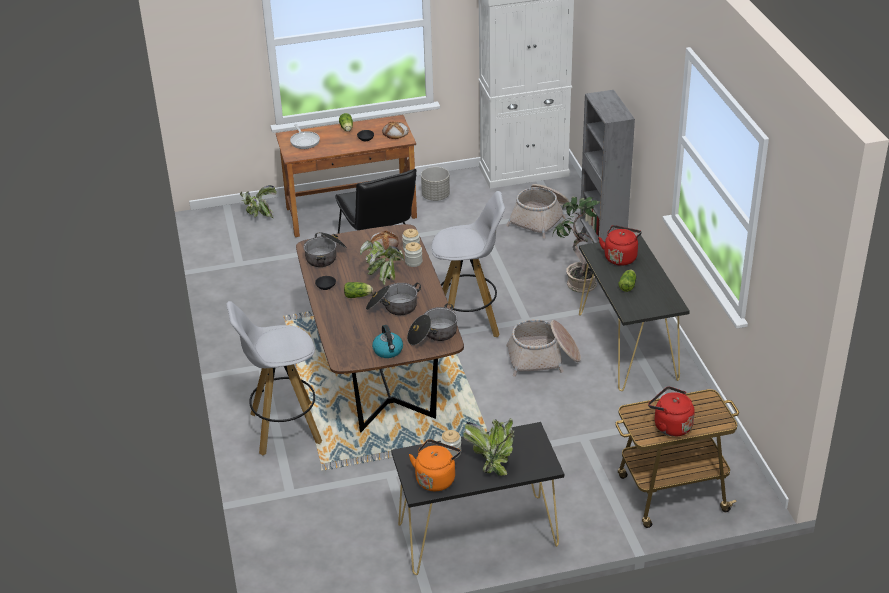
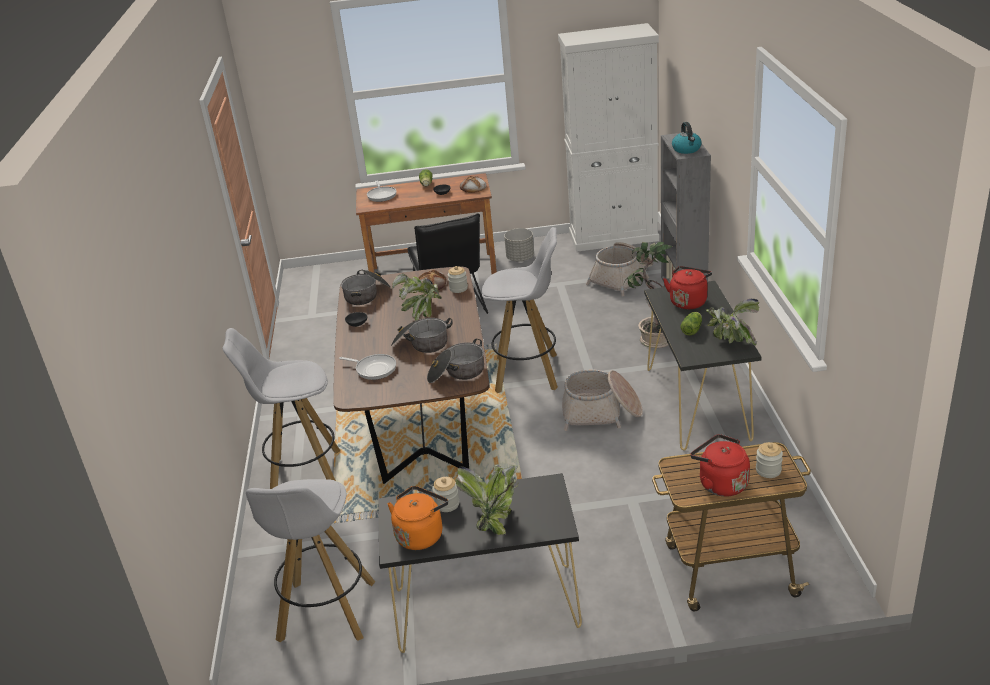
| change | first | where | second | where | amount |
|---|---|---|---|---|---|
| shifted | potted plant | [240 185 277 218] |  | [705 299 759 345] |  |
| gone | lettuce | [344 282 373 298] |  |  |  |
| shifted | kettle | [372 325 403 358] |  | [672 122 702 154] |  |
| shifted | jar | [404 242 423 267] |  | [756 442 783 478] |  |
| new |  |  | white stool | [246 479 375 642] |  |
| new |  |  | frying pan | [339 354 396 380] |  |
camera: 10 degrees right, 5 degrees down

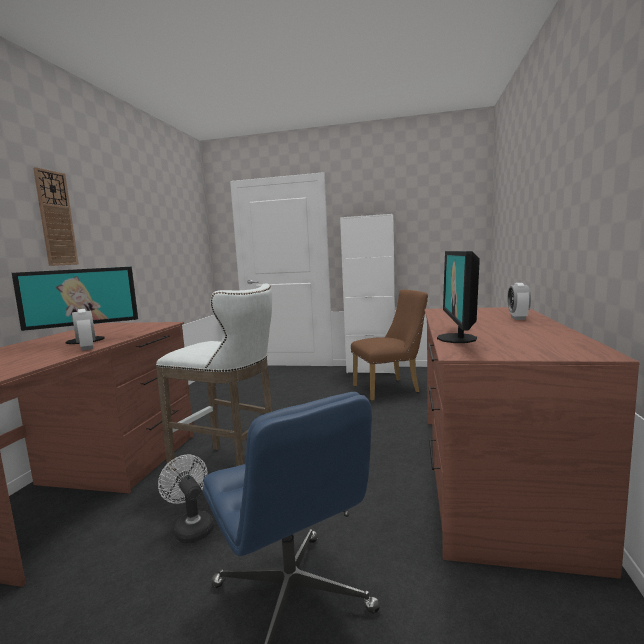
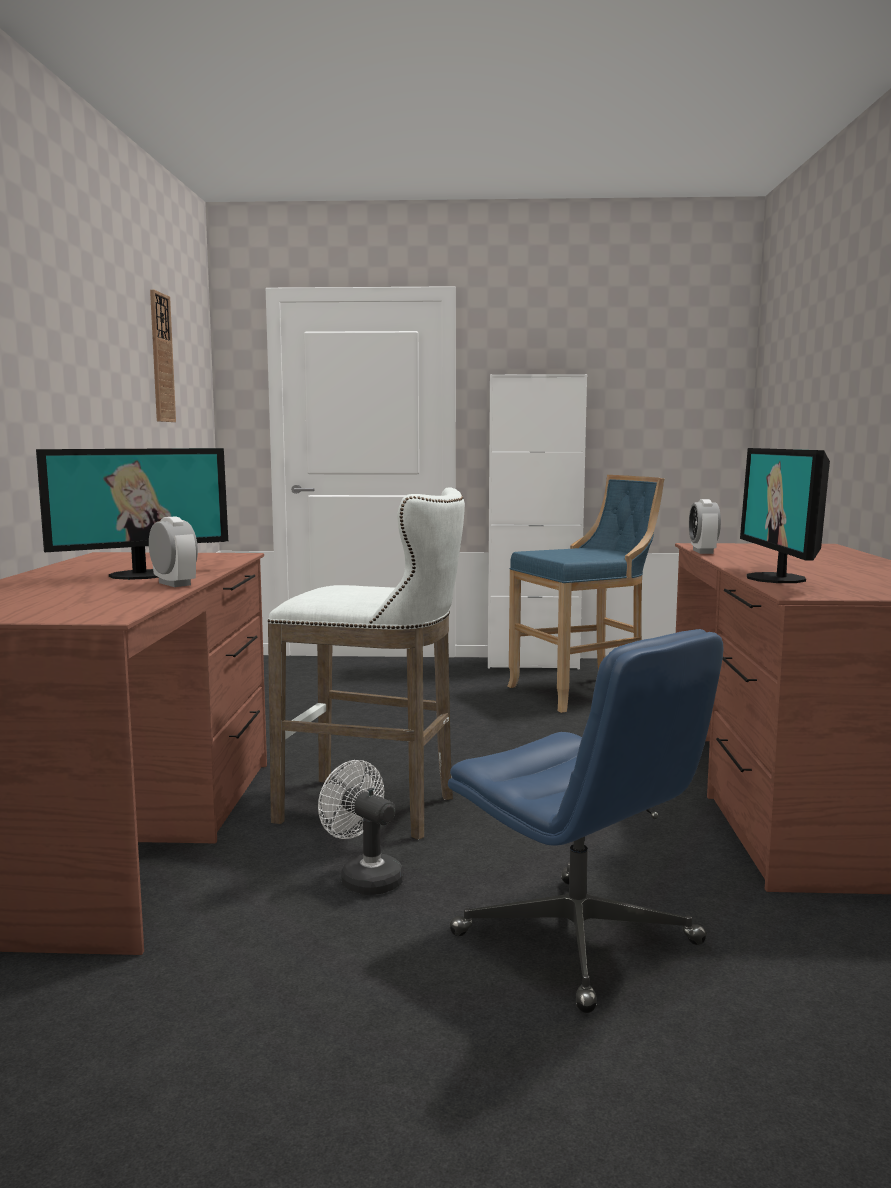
| change | first | where | second | where | amount |
|---|---|---|---|---|---|
| shifted | wall clock | [33 167 79 266] |  | [150 289 176 422] |  |
| swapped | brown chair | [351 290 428 401] | blue stool | [507 475 664 713] |  |
| shifted | alarm clock | [508 283 531 320] |  | [689 499 721 554] |  |
camera: 10 degrees left, 0 degrees up

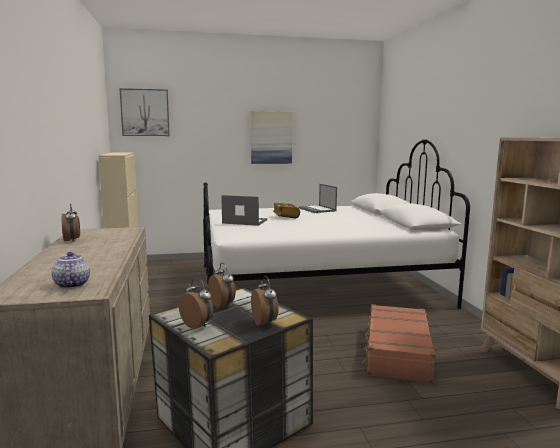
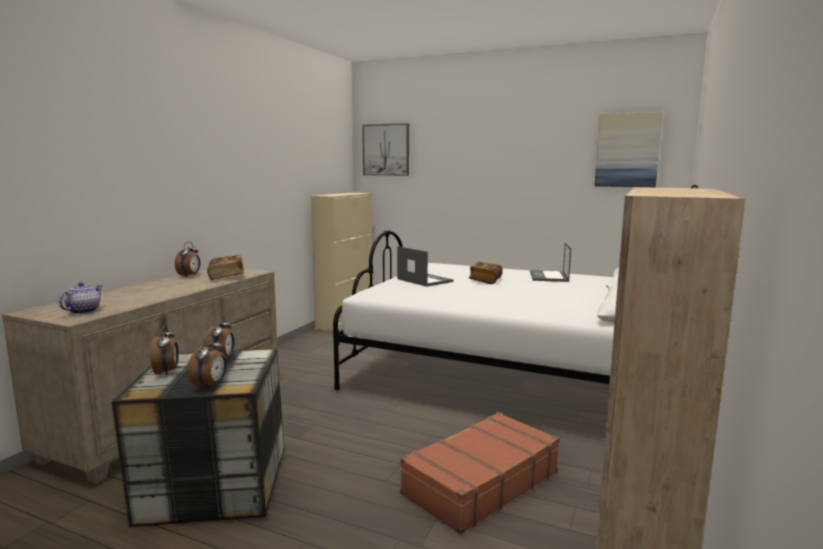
| change | first | where | second | where | amount |
|---|---|---|---|---|---|
| shifted | picture | [251 111 293 164] |  | [594 112 663 187] |  |
| new |  |  | book | [207 255 244 280] |  |
camera: 35 degrees right, 0 degrees up

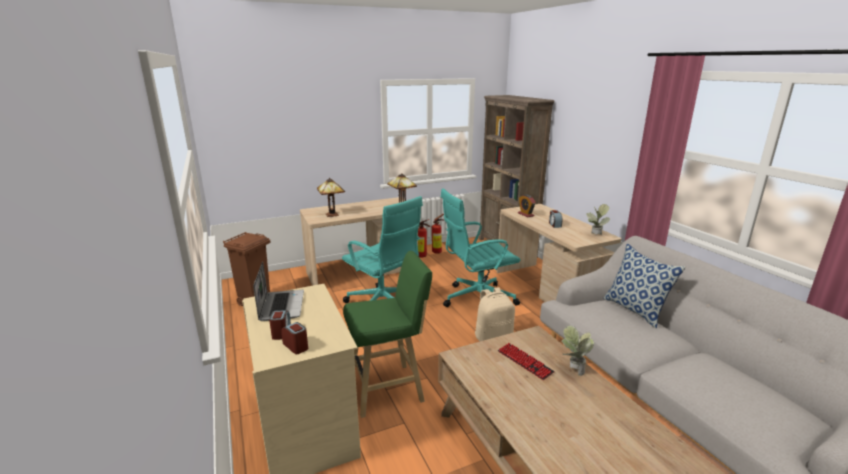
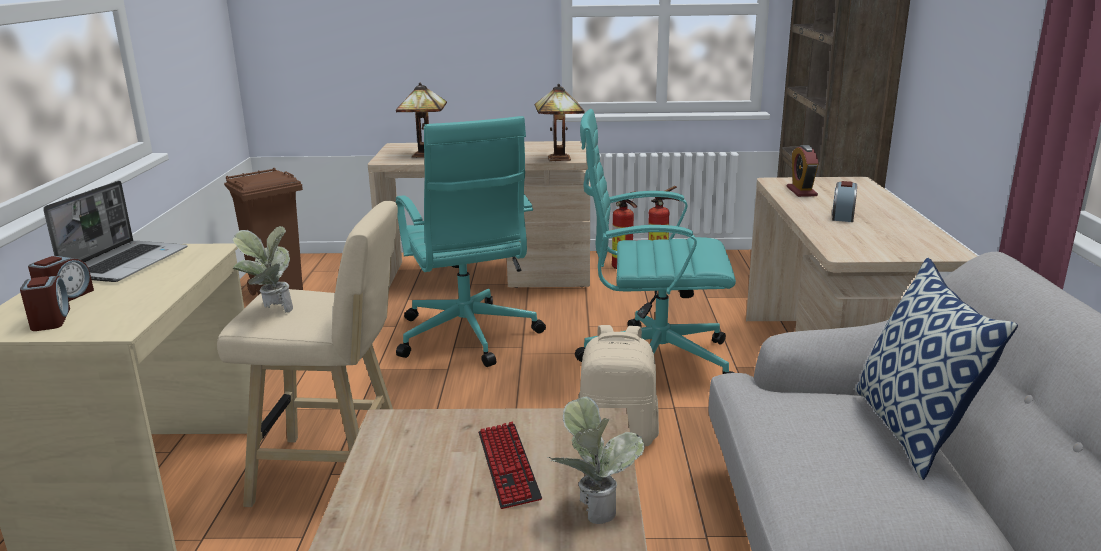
| change | first | where | second | where | amount |
|---|---|---|---|---|---|
| repainted | green stool | [343 251 432 418] | beige stool | [217 201 398 507] |  |
| shifted | potted plant | [586 204 610 235] |  | [233 226 293 313] |  |
camera: 25 degrees right, 0 degrees up

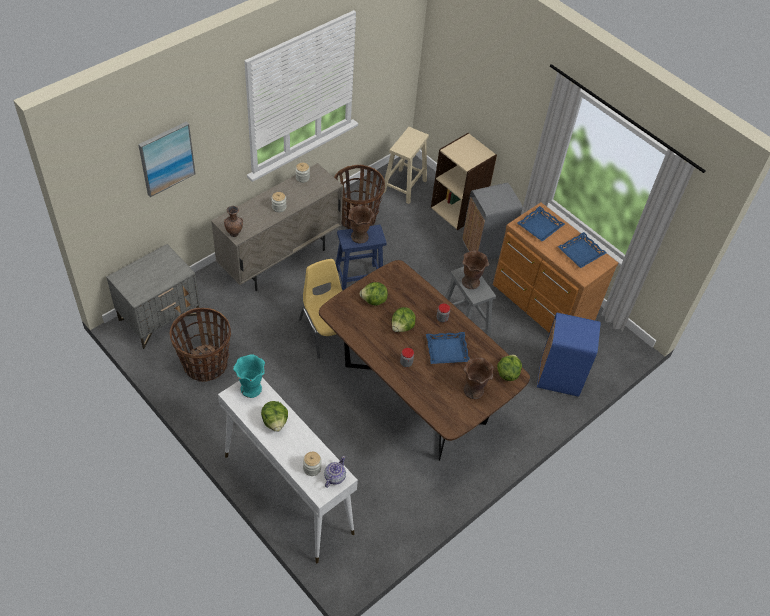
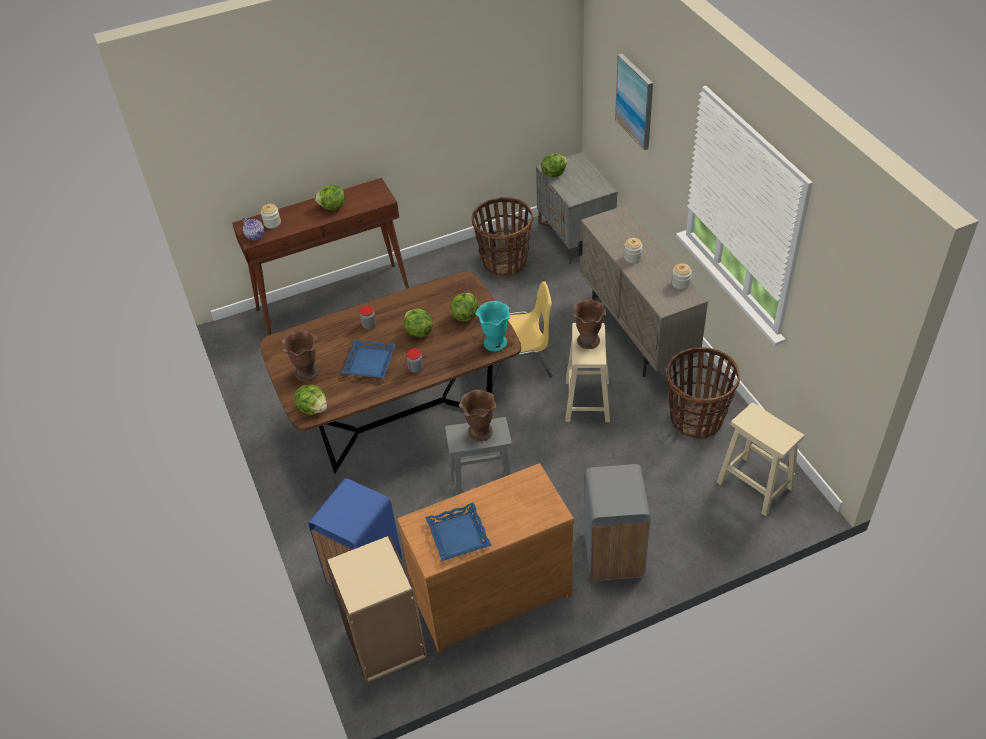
| change | first | where | second | where | amount |
|---|---|---|---|---|---|
| repainted | white console table | [218 378 358 563] | brown console table | [232 178 409 335] |  |
| gone | brown vase | [224 206 243 237] |  |  |  |
| shifted | turquoise vase | [233 354 265 398] |  | [475 301 510 352] |  |
| repainted | blue stool | [336 225 387 290] | beige stool | [565 323 610 422] |  |
| shifted | beige bookcase | [431 133 497 230] |  | [325 535 427 683] |  |
| gone | blue tray | [517 206 565 242] |  |  |  |
| new |  |  | lettuce | [541 154 567 178] |  |
camera: 115 degrees right, 5 degrees down

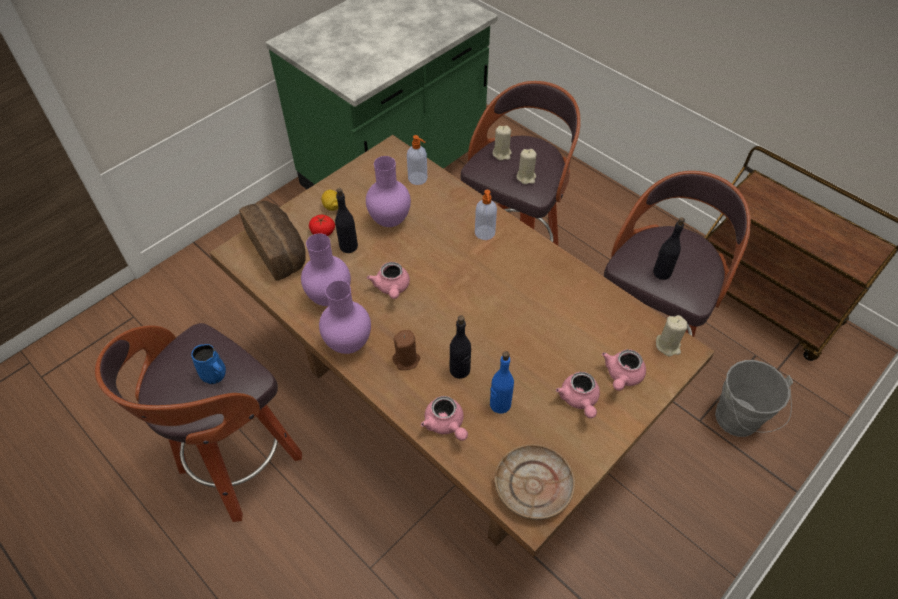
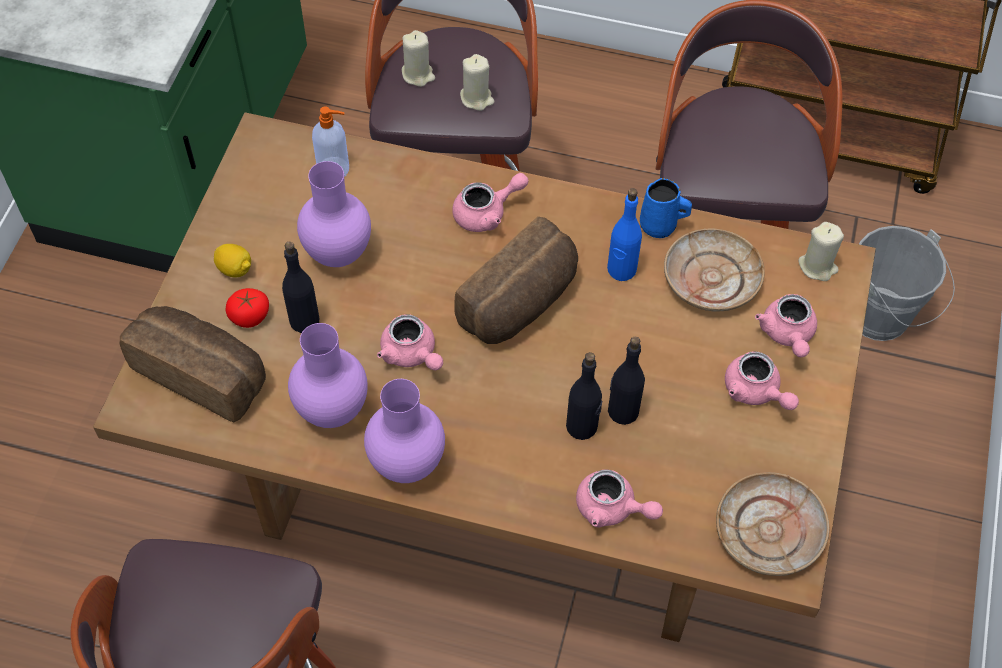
| change | first | where | second | where | amount |
|---|---|---|---|---|---|
| shifted | blue mug | [191 344 226 384] |  | [640 178 692 238] |  |
| gone | brown candle | [393 330 420 370] |  |  |  |
| swapped | soap dispenser | [475 190 497 240] | pink teapot | [452 173 528 232] |  |
| shifted | blue bottle | [490 351 514 414] |  | [607 188 642 281] |  |
| shifted | black bottle | [653 217 685 280] |  | [608 337 645 425] |  |
| new |  |  | bread | [455 216 578 344] |  |
| new |  |  | beige plate | [664 229 765 311] |  |
camera: 30 degrees left, 5 degrees up

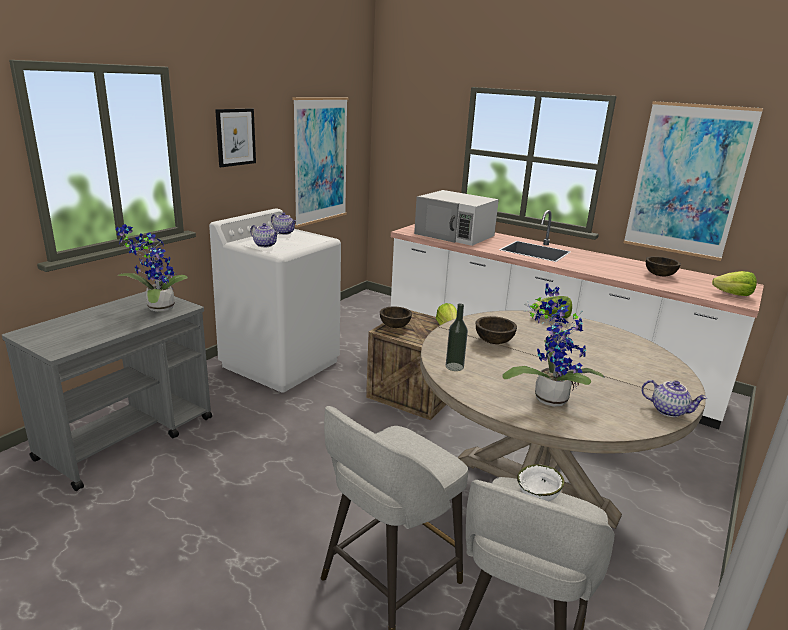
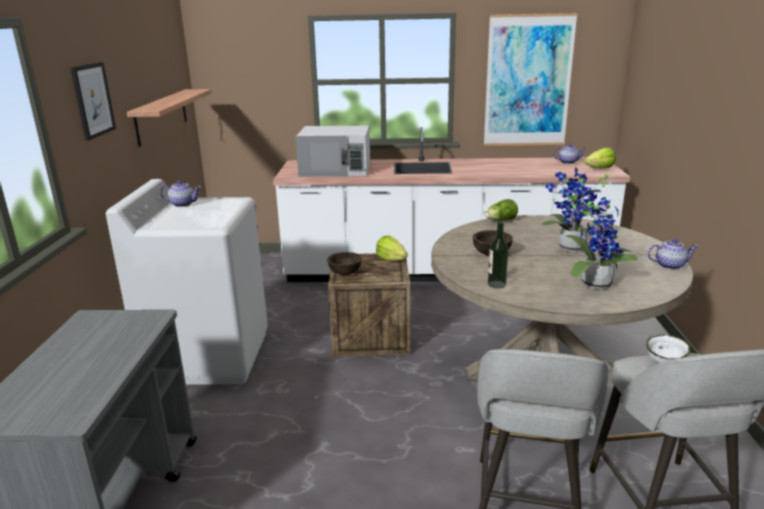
| change | first | where | second | where | amount |
|---|---|---|---|---|---|
| shifted | potted plant | [116 224 188 312] |  | [542 168 618 252] |  |
| shifted | teapot | [250 223 279 247] |  | [553 144 586 164] |  |
| swapped | picture | [292 97 348 228] | shelf | [126 89 212 147] |  |
| gone | brown bowl | [646 256 681 276] |  |  |  |
camera: 30 degrees left, 0 degrees up

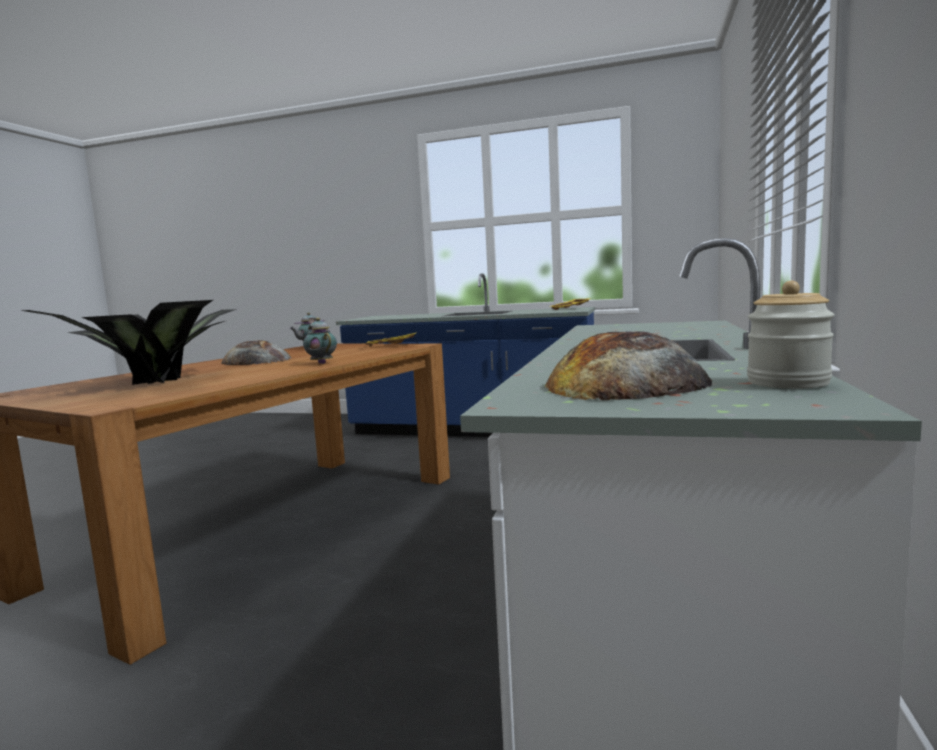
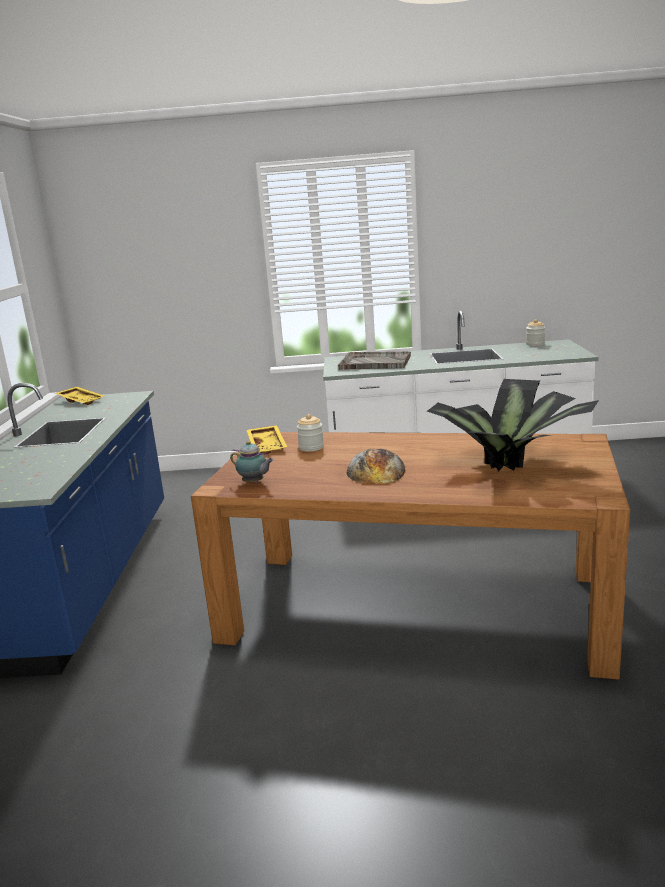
| change | first | where | second | where | amount |
|---|---|---|---|---|---|
| gone | teapot | [303 318 337 364] |  |  |  |
| gone | bread | [545 331 712 400] |  |  |  |
| new |  |  | jar | [297 414 324 451] |  |
| new |  |  | grey tray | [338 351 411 370] |  |
camera: 105 degrees left, 10 degrees up

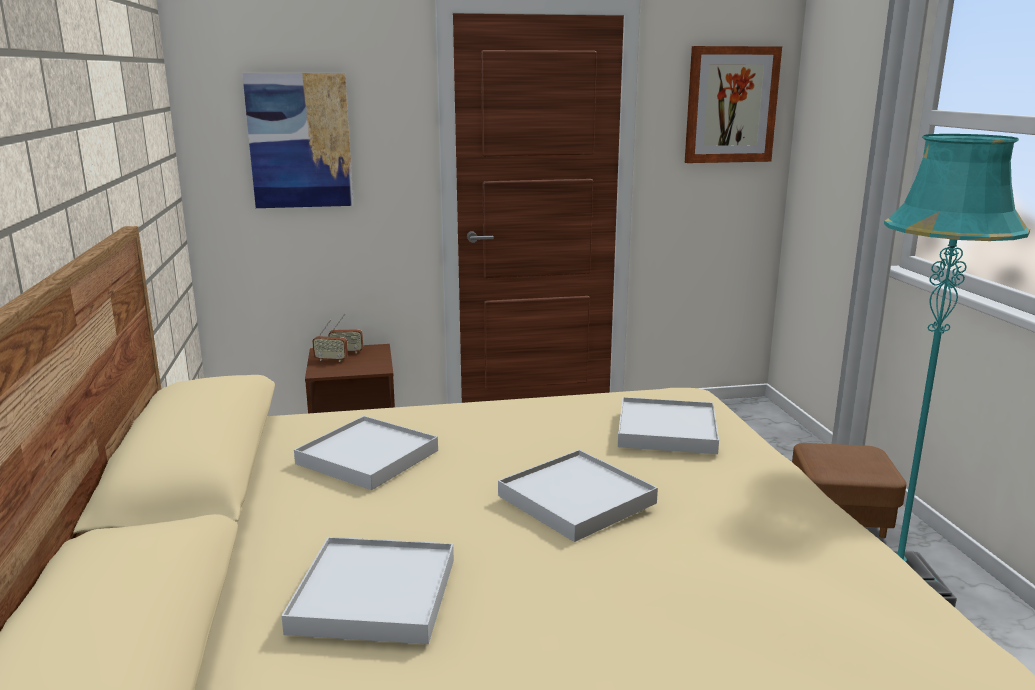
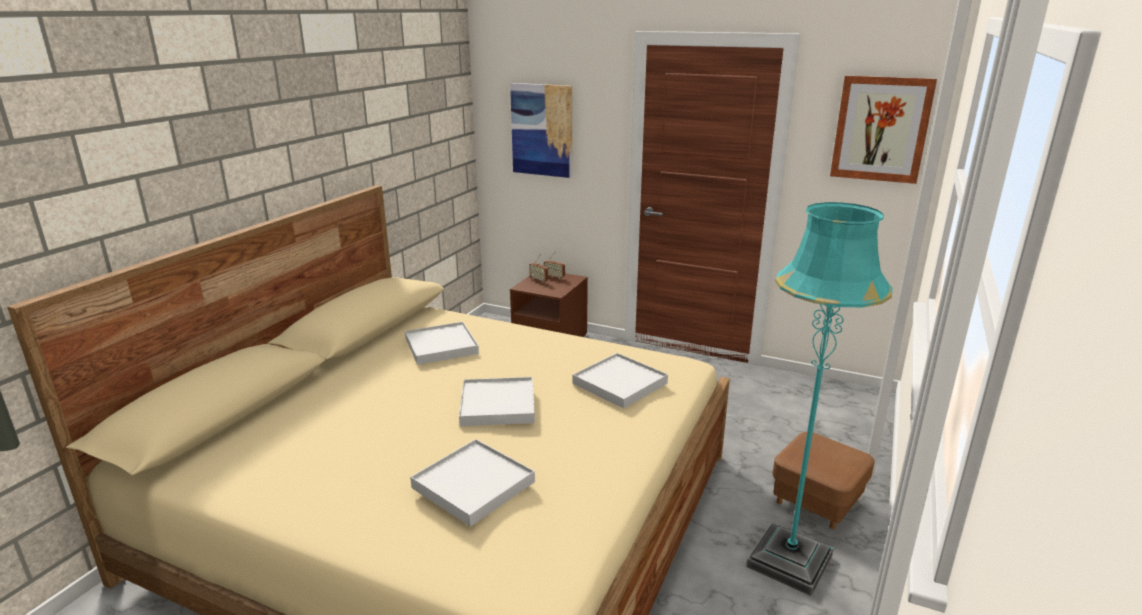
| change | first | where | second | where | amount |
|---|---|---|---|---|---|
| shifted | white tray | [281 537 454 644] |  | [410 439 535 527] |  |
camera: 35 degrees right, 5 degrees up

